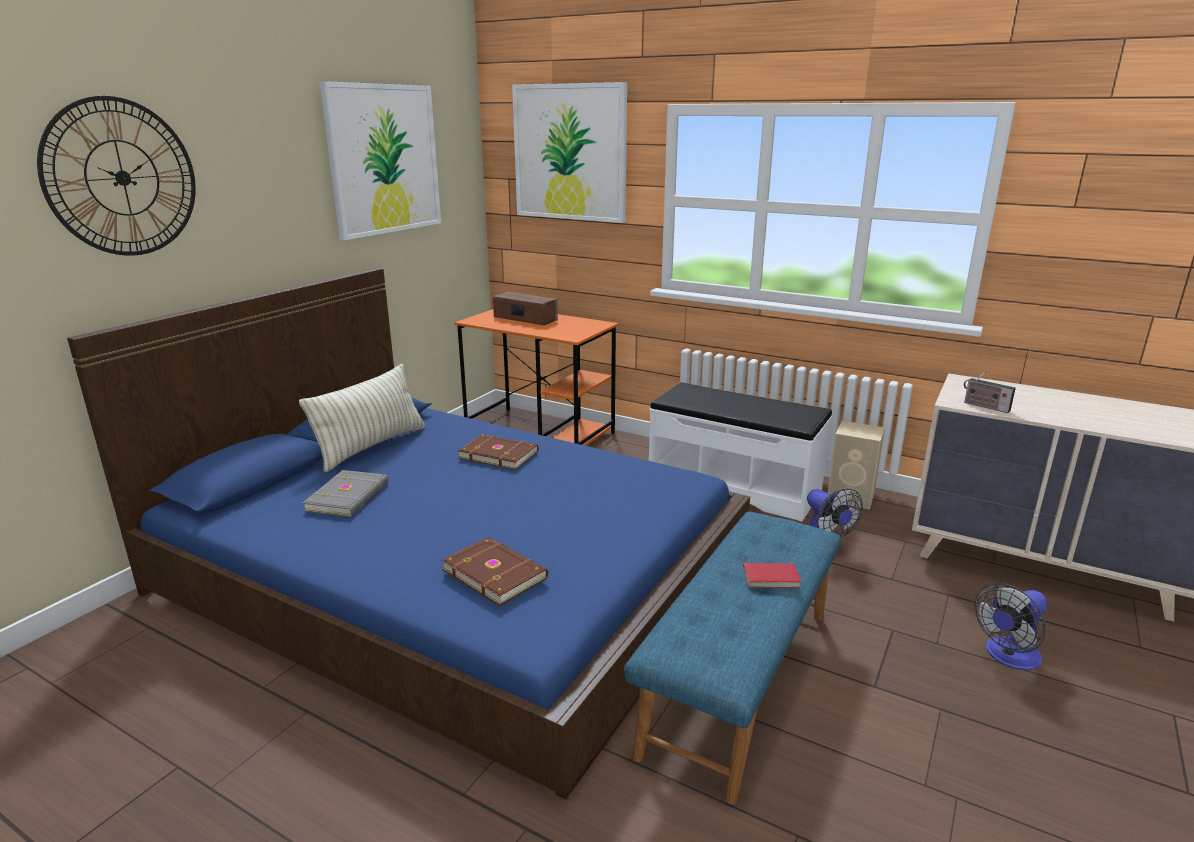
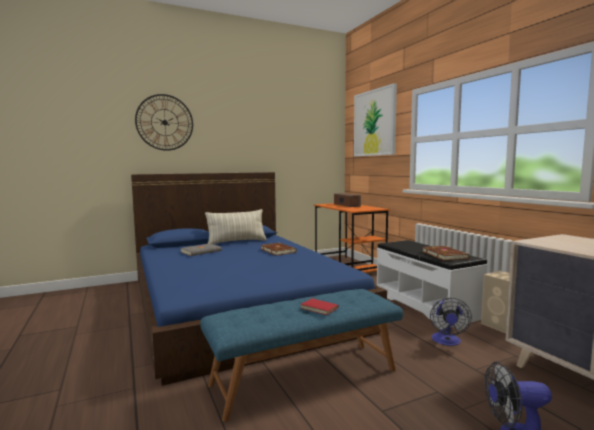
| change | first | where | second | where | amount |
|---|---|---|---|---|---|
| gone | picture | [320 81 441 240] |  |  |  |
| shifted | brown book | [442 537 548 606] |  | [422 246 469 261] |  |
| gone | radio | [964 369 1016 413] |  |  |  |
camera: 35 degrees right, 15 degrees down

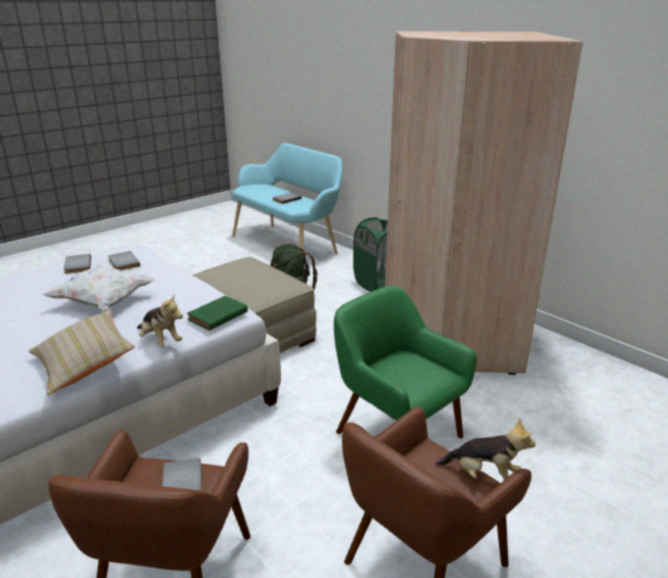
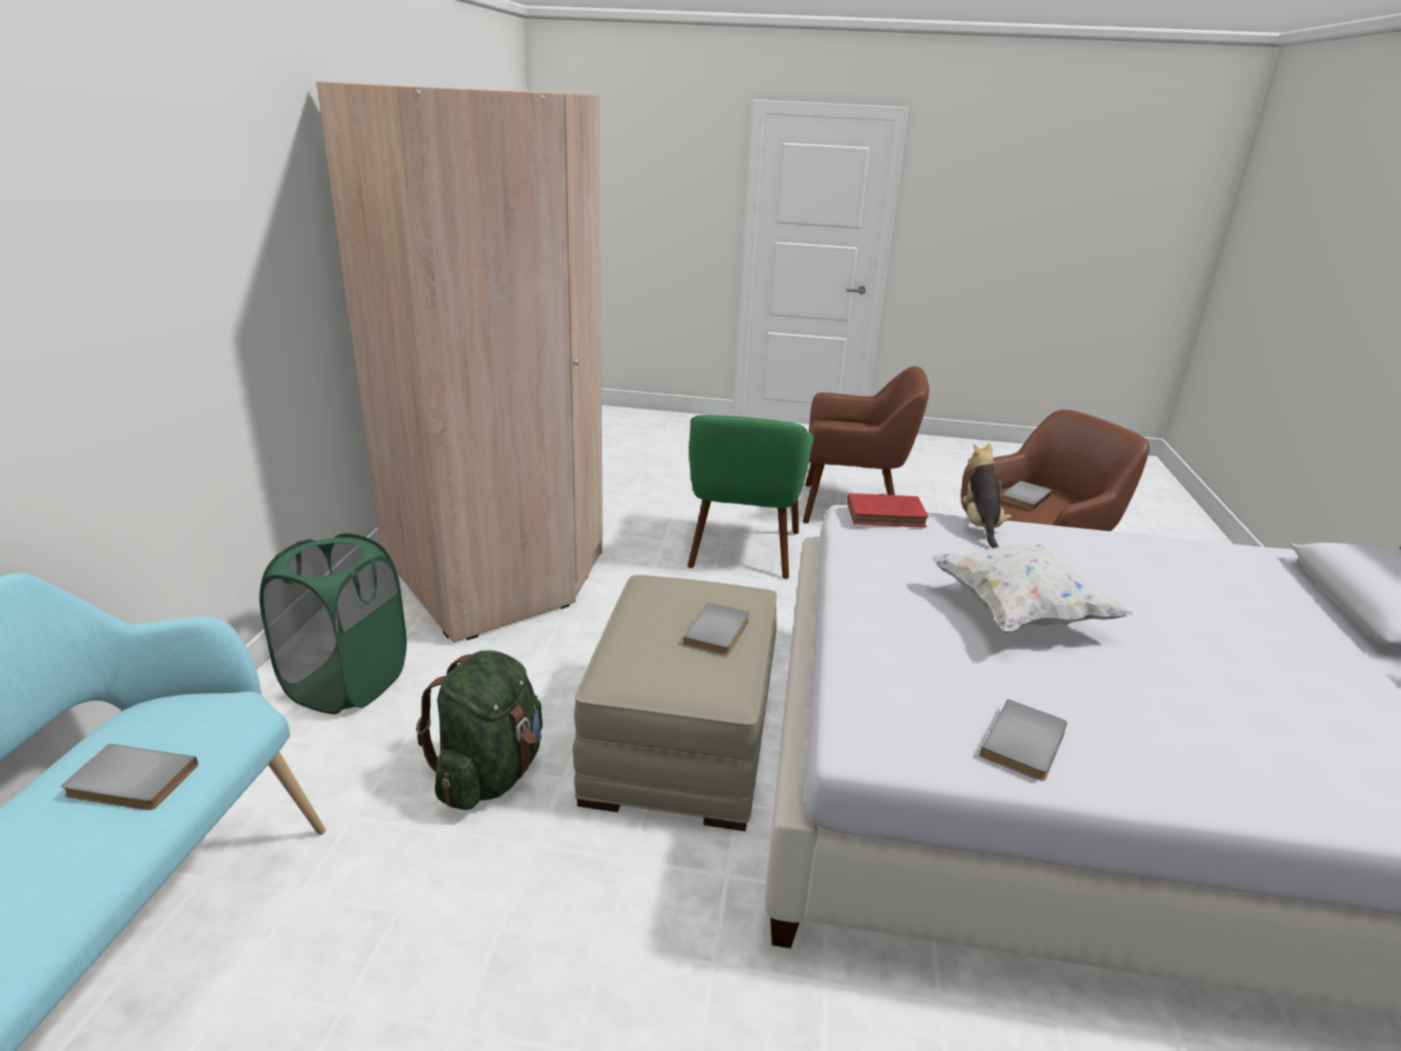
| change | first | where | second | where | amount |
|---|---|---|---|---|---|
| gone | beige pillow | [29 309 135 395] |  |  |  |
| shifted | grey book | [108 251 140 271] |  | [683 603 749 655] |  |
| repainted | green book | [187 296 248 331] | red book | [847 493 928 528] |  |
| gone | plush toy | [436 419 536 480] |  |  |  |
camera: 130 degrees left, 0 degrees up

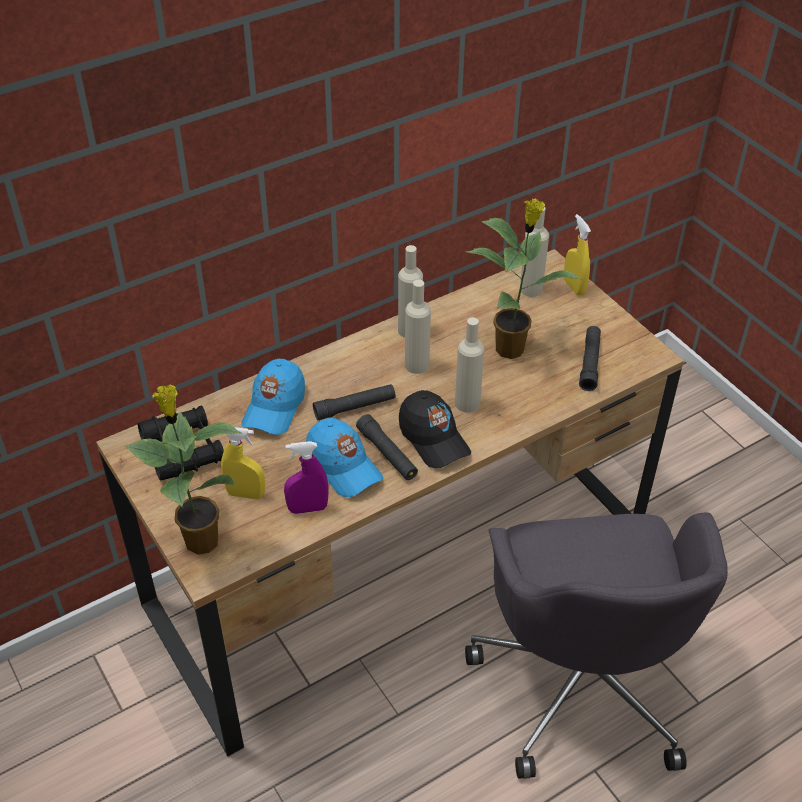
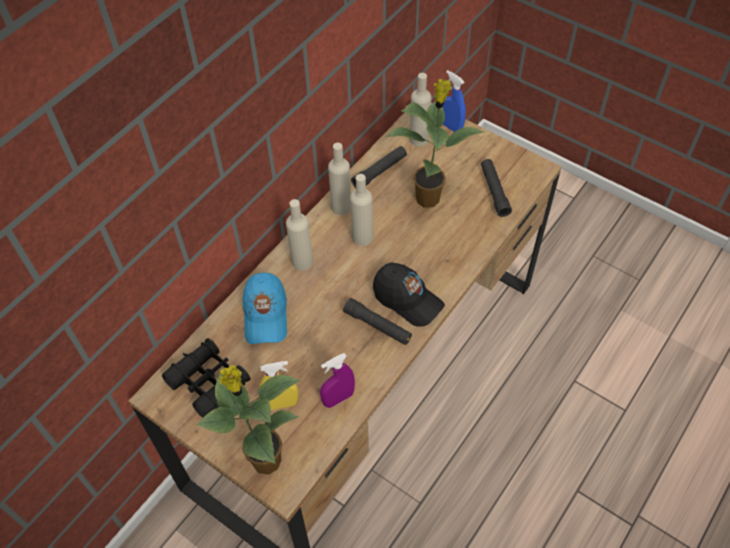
| change | first | where | second | where | amount |
|---|---|---|---|---|---|
| gone | blue cap | [306 418 383 497] |  |  |  |
| shifted | black flashlight | [313 384 396 420] |  | [351 146 407 188] |  |
| shifted | beige bottle | [455 317 484 413] |  | [286 199 313 271] |  |
| gone | grey office chair | [465 512 728 779] |  |  |  |
| repainted | yellow spray bottle | [564 214 591 296] | blue spray bottle | [442 70 466 132] |  |
camera: 20 degrees left, 10 degrees up

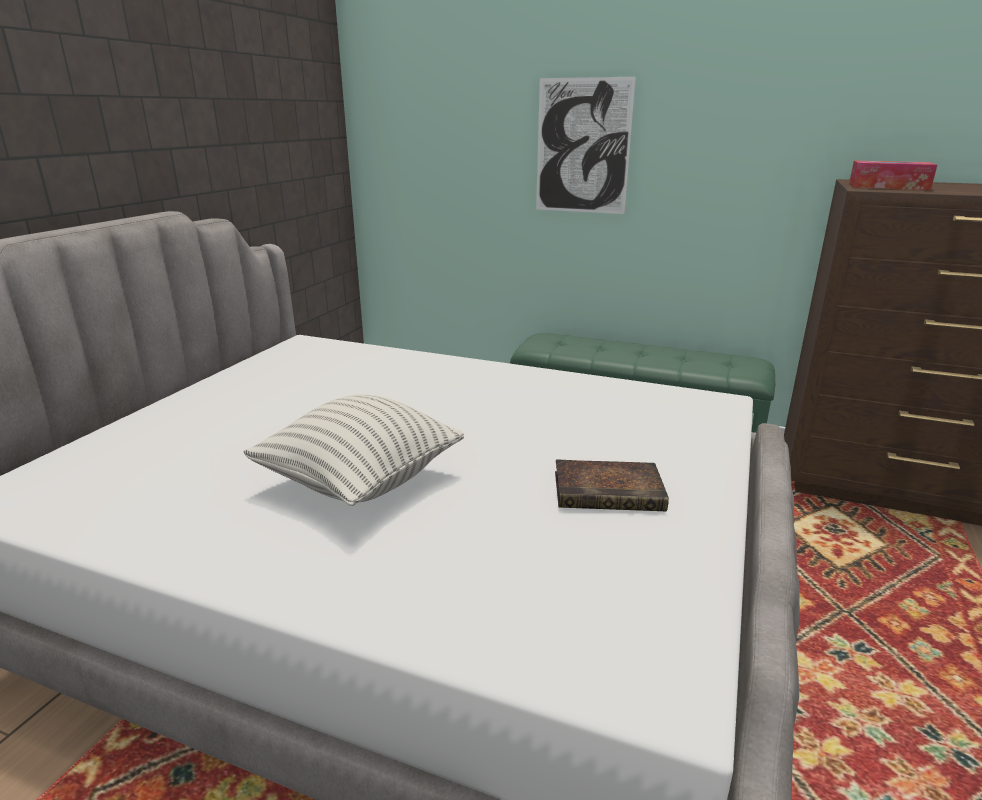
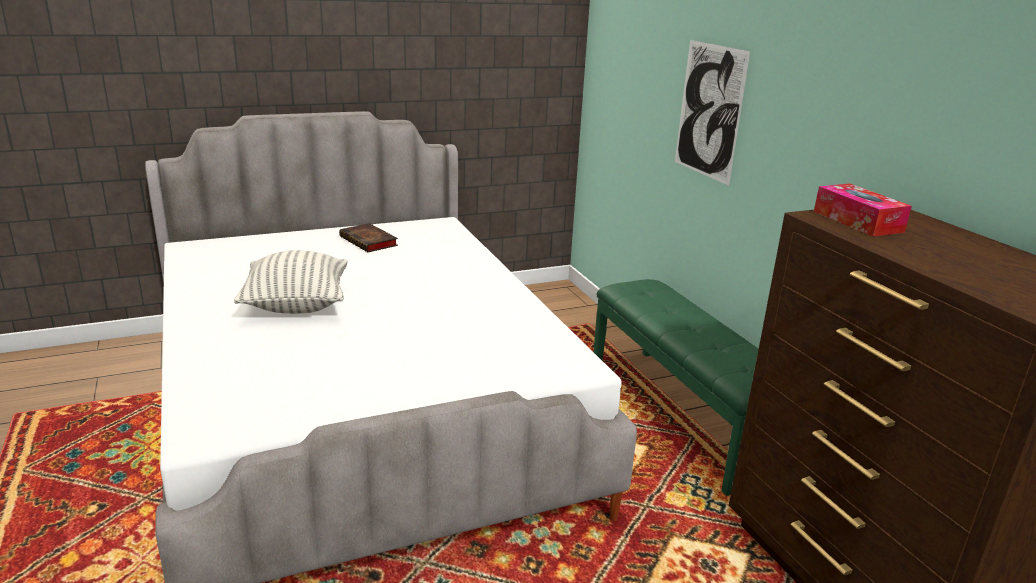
| change | first | where | second | where | amount |
|---|---|---|---|---|---|
| shifted | book | [555 459 669 511] |  | [339 223 398 252] |  |
camera: 45 degrees right, 0 degrees up

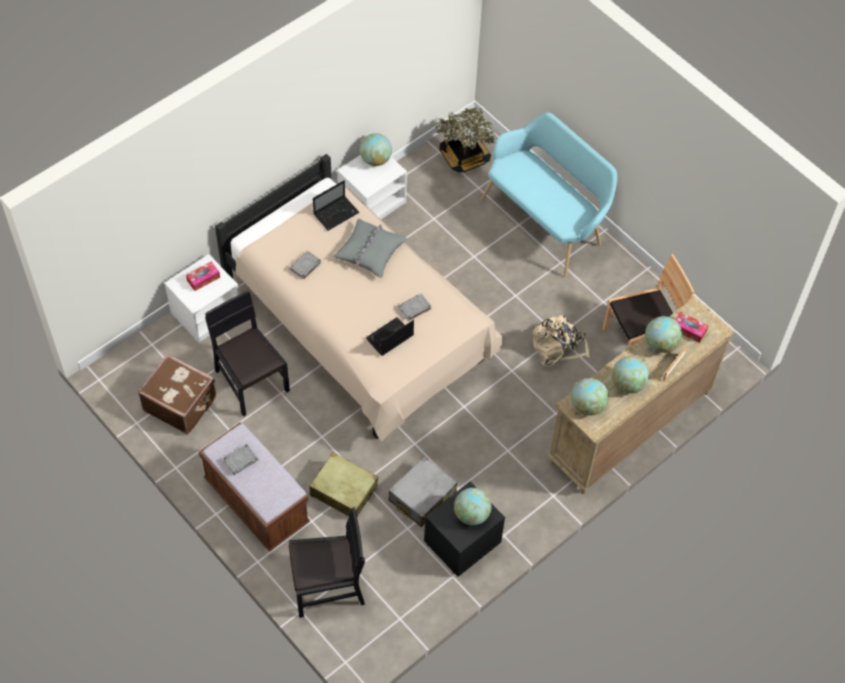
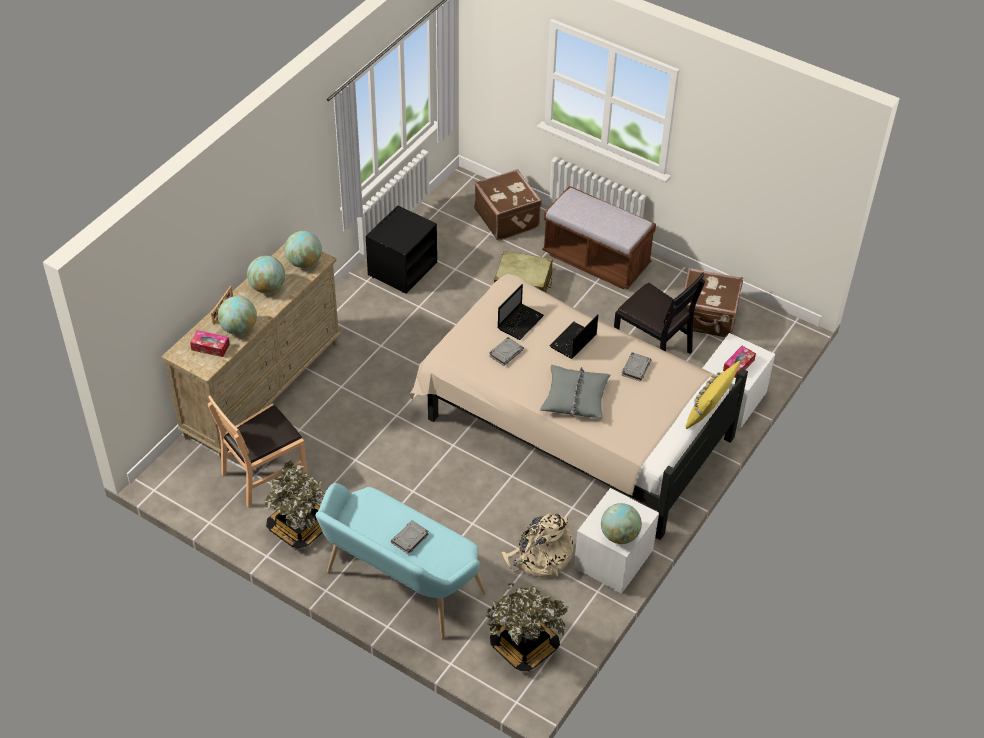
| change | first | where | second | where | amount |
|---|---|---|---|---|---|
| shifted | grey book | [223 444 258 475] |  | [391 520 429 555] |  |
| swapped | black chair | [289 508 365 618] | brown suitcase | [474 169 542 241] |  |
| shifted | laptop | [313 181 360 231] |  | [549 314 598 359] |  |
| gone | grey suitcase | [388 457 457 527] |  |  |  |
| gone | globe | [454 488 491 525] |  |  |  |
| shifted | beige backpack | [533 315 590 366] |  | [502 513 573 578] |  |
| new |  |  | potted plant | [264 459 325 549] |  |
| new |  |  | yellow pillow | [685 361 740 429] |  |
camera: 165 degrees right, 10 degrees down

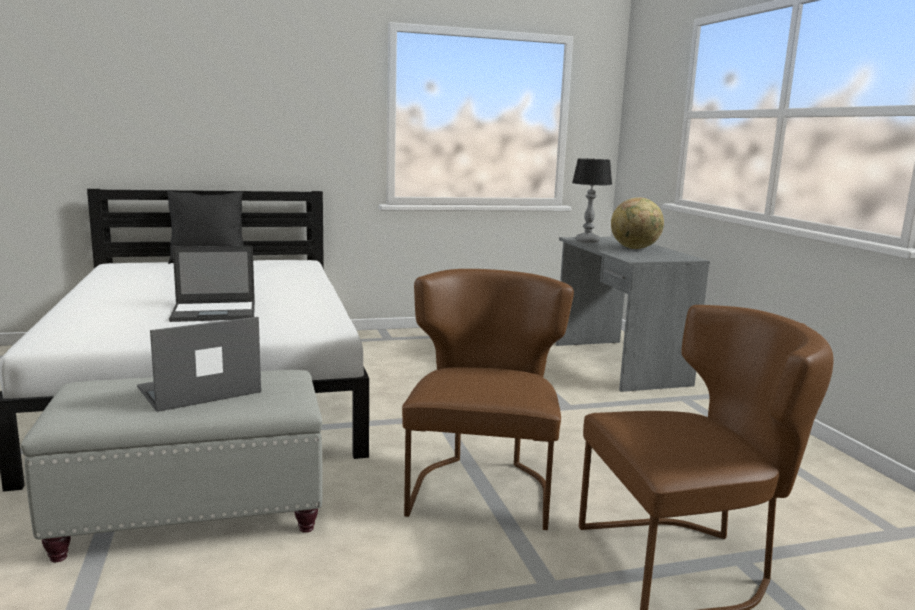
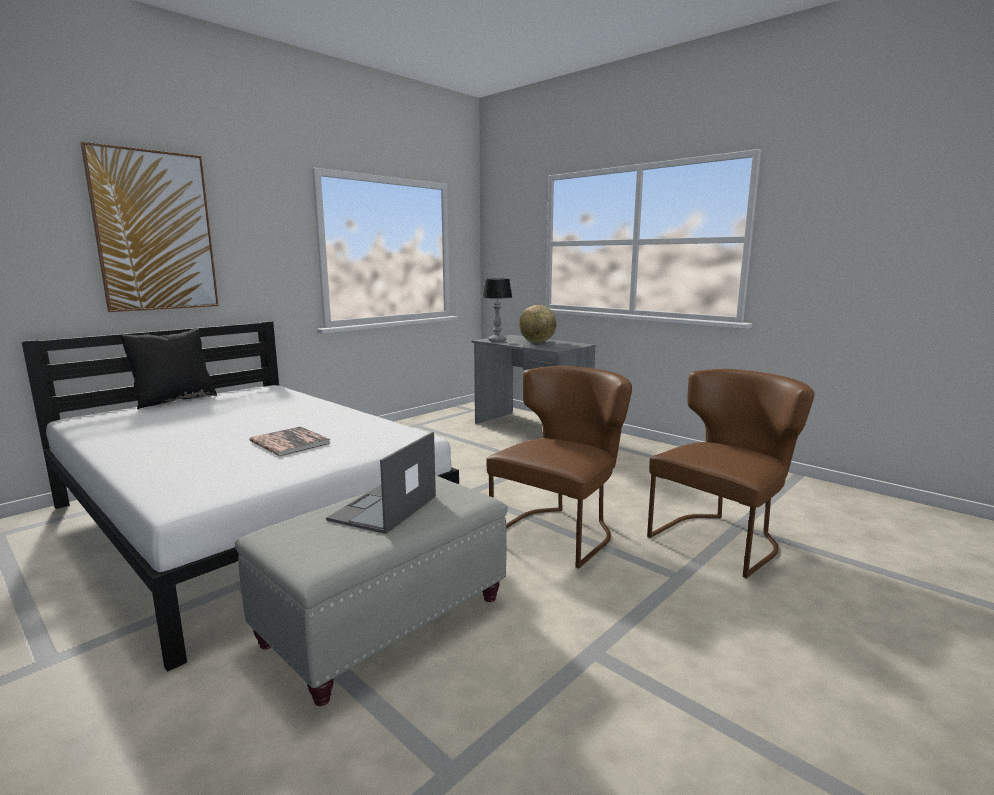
| change | first | where | second | where | amount |
|---|---|---|---|---|---|
| swapped | laptop | [169 246 255 322] | book | [250 426 331 456] |  |
| rotated | brown chair | [402 269 574 530] |  | [486 366 632 569] | 60 degrees clockwise |
| new |  |  | picture | [81 142 219 312] |  |
camera: 30 degrees left, 0 degrees up

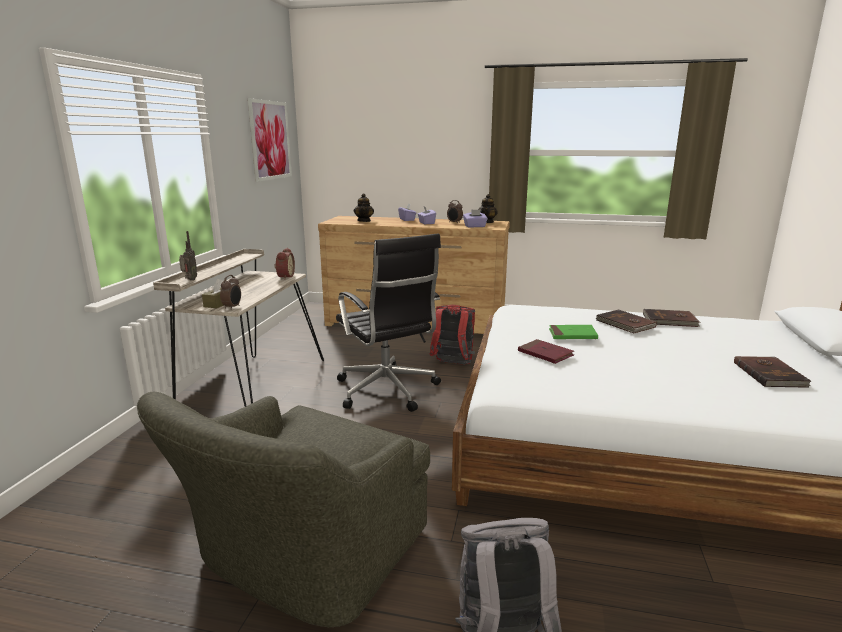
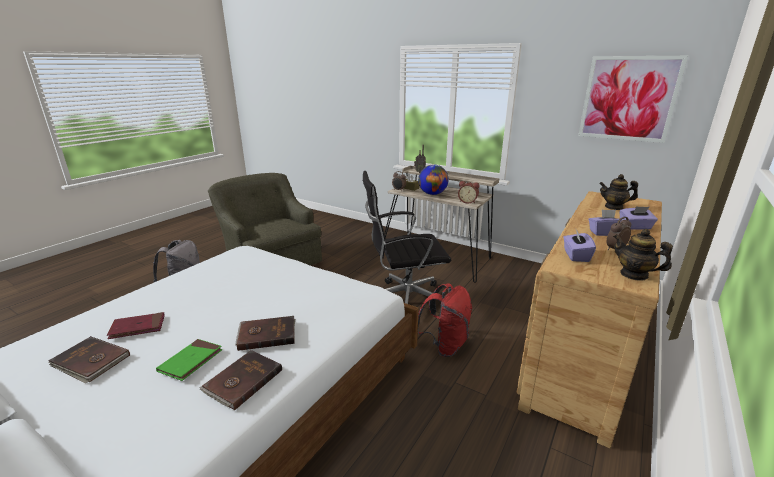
| change | first | where | second | where | amount |
|---|---|---|---|---|---|
| shifted | red book | [518 339 574 364] |  | [107 312 165 339] |  |
| shifted | green book | [549 325 598 339] |  | [156 339 222 381] |  |
| new |  |  | globe | [418 164 449 195] |  |
camera: 110 degrees right, 5 degrees up

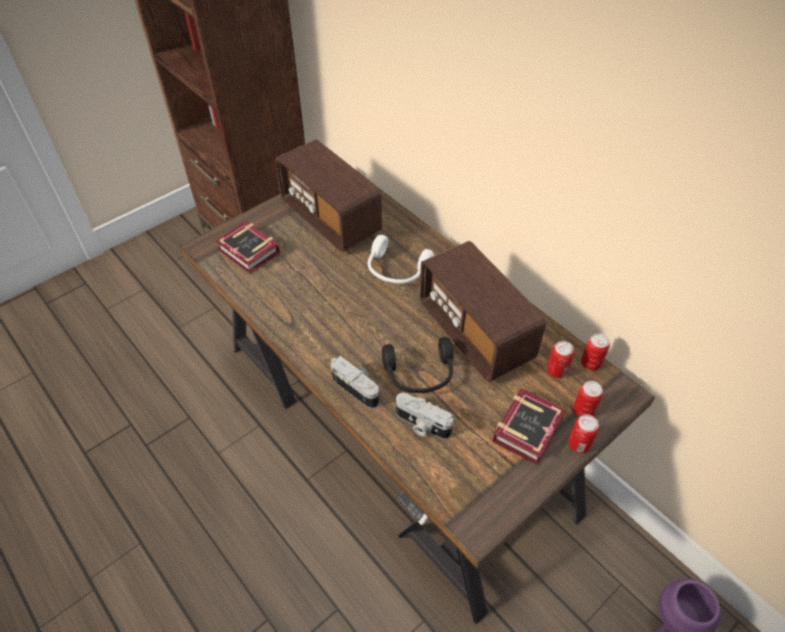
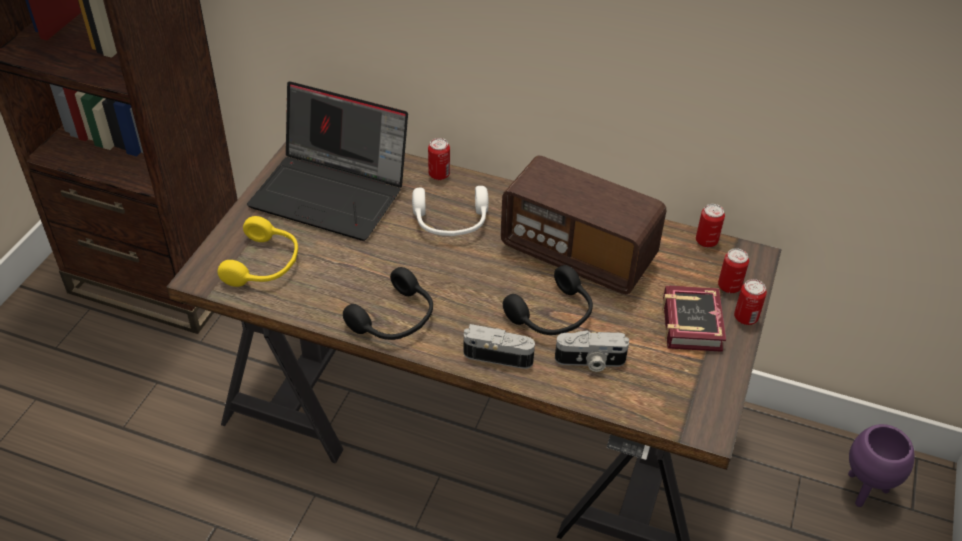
| change | first | where | second | where | amount |
|---|---|---|---|---|---|
| swapped | book | [215 221 280 274] | yellow headphones | [218 216 298 287] |  |
| swapped | radio | [275 139 382 252] | laptop | [247 82 408 241] |  |
| shifted | can | [547 341 574 378] |  | [428 138 450 180] |  |
| new |  |  | black headphones | [343 267 433 340] |  |
camera: 30 degrees left, 5 degrees down

